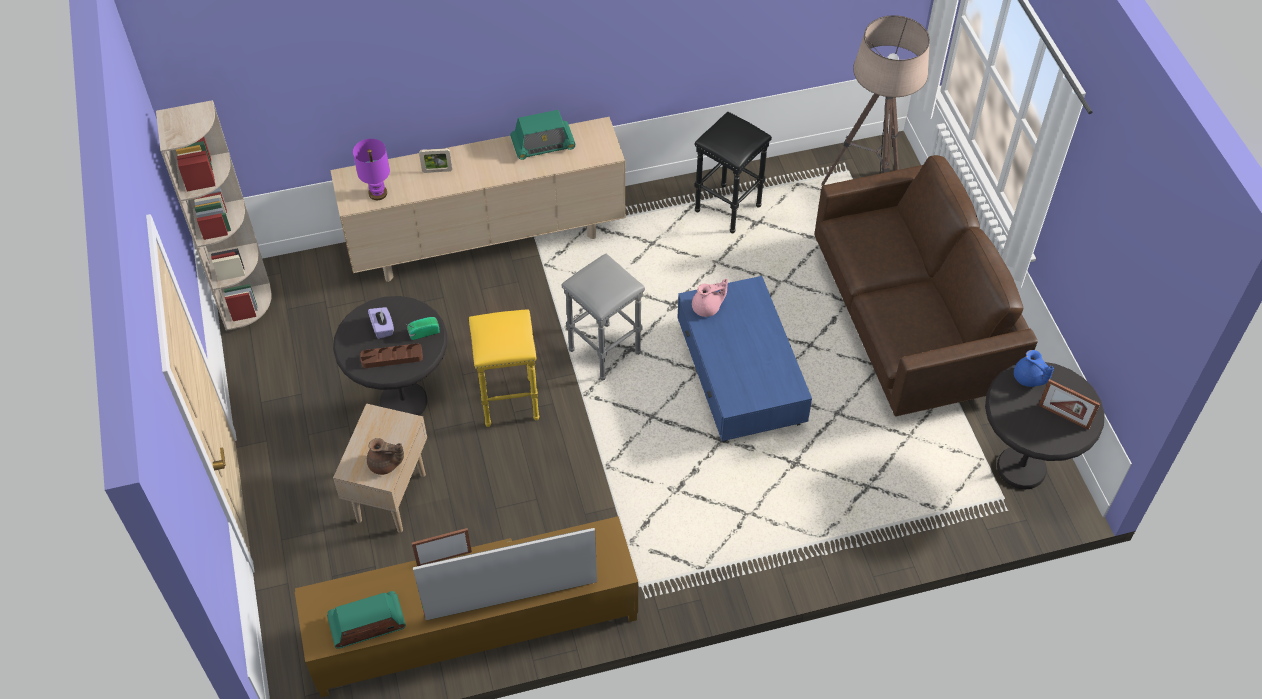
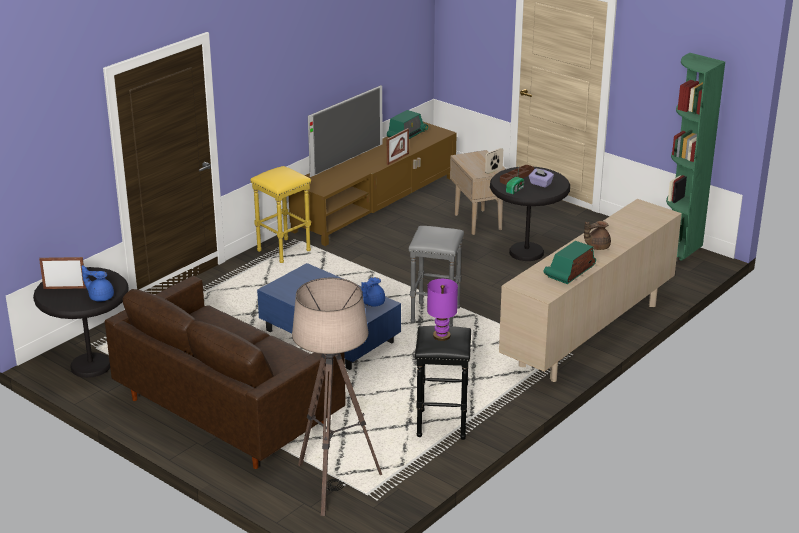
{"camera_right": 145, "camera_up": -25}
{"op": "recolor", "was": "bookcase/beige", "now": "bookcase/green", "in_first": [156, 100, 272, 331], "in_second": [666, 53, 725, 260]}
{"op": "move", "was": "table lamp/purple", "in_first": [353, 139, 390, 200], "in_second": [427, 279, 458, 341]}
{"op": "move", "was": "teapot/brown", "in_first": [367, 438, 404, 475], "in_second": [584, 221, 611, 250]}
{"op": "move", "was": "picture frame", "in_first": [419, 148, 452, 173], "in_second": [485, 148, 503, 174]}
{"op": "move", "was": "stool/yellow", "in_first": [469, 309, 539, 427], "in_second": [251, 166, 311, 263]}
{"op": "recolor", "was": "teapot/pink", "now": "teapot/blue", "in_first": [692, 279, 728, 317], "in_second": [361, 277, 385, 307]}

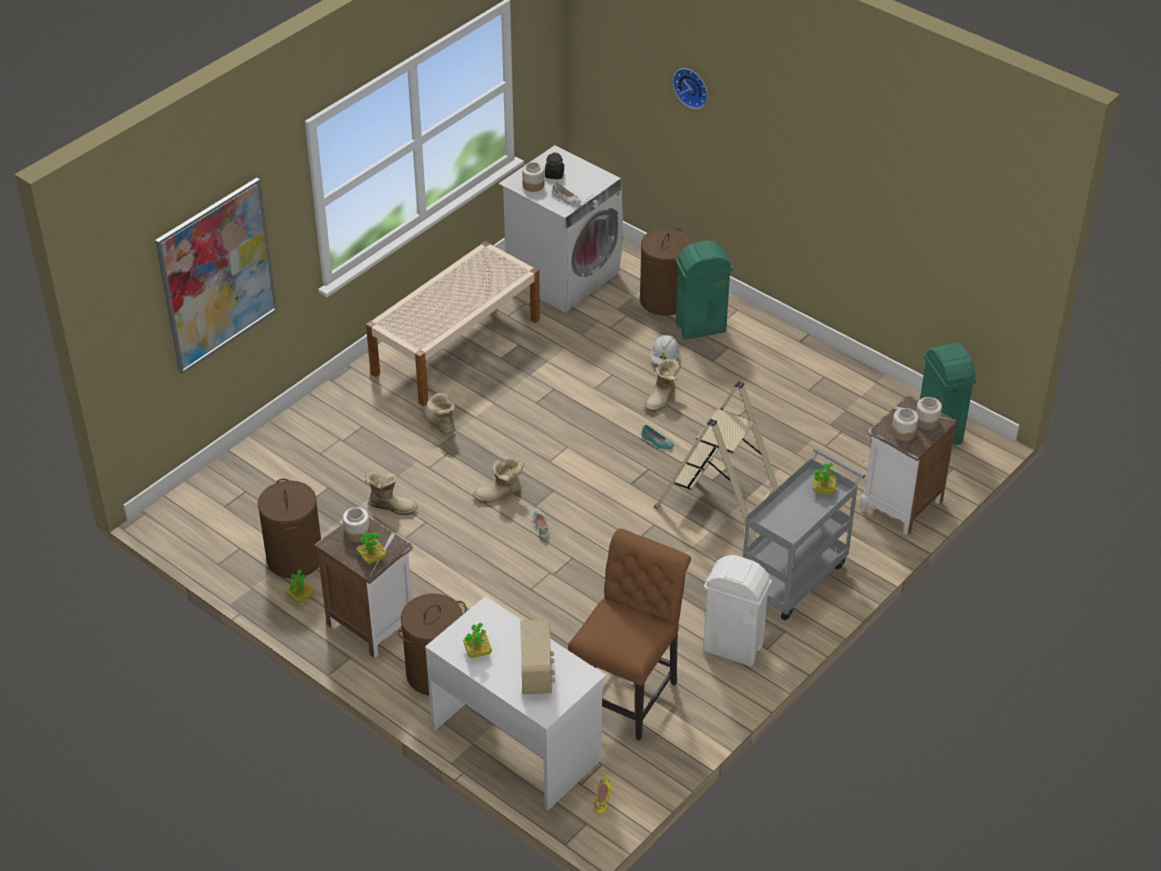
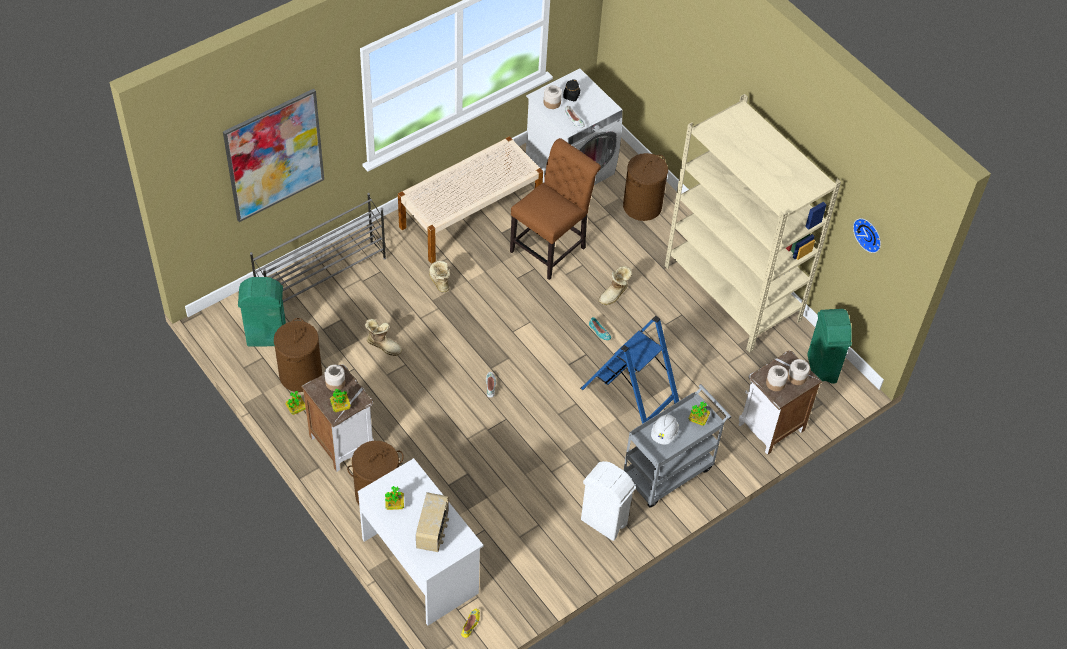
{"camera_right": 10, "camera_up": 10}
{"op": "delete", "was": "boot", "in_first": [473, 457, 524, 503]}
{"op": "move", "was": "chair/brown", "in_first": [568, 529, 691, 741], "in_second": [510, 138, 601, 280]}
{"op": "move", "was": "hard hat/white", "in_first": [651, 335, 680, 365], "in_second": [651, 414, 679, 445]}
{"op": "recolor", "was": "step ladder/beige", "now": "step ladder/blue", "in_first": [654, 381, 778, 542], "in_second": [580, 316, 679, 424]}
{"op": "move", "was": "wall clock", "in_first": [673, 68, 708, 109], "in_second": [853, 218, 881, 253]}
{"op": "move", "was": "trash can/green", "in_first": [676, 240, 733, 339], "in_second": [238, 277, 286, 347]}
{"op": "insert", "now": "shoe rack/grey", "in_second": [250, 193, 386, 303]}
{"op": "insert", "now": "bookcase/beige", "in_second": [665, 94, 841, 353]}

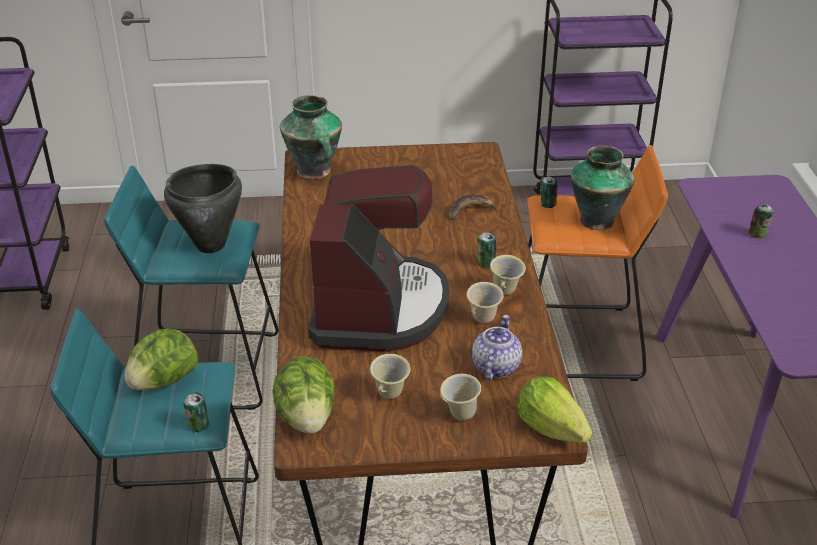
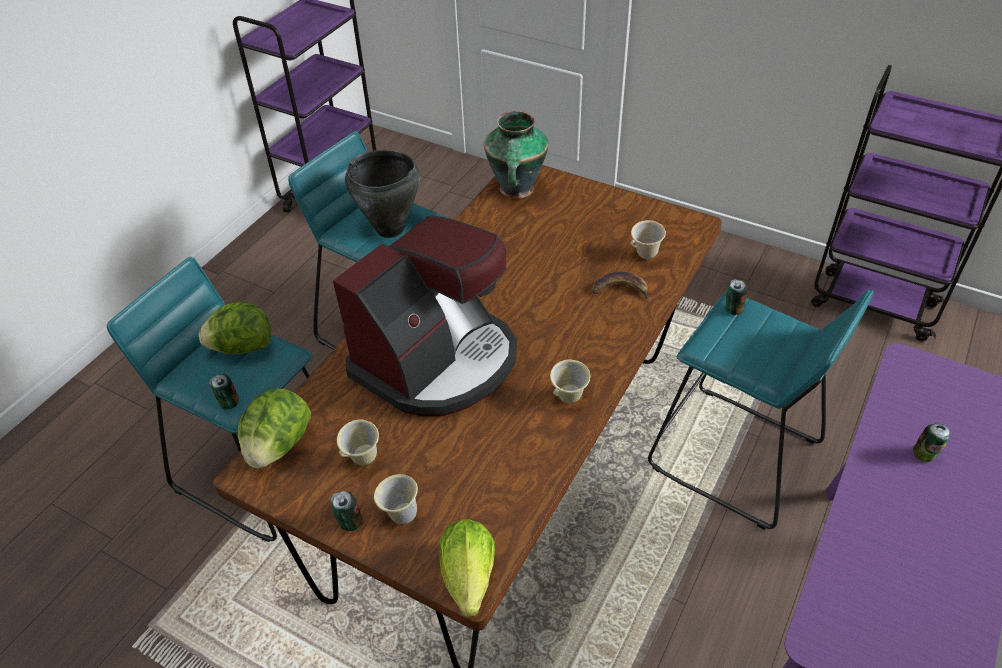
{"camera_right": 35, "camera_up": 10}
{"op": "move", "was": "mug/beige", "in_first": [466, 282, 504, 323], "in_second": [630, 220, 666, 259]}
{"op": "delete", "was": "teapot", "in_first": [472, 315, 522, 381]}
{"op": "move", "was": "can", "in_first": [478, 232, 496, 268], "in_second": [330, 491, 362, 531]}
{"op": "recolor", "was": "stool/orange", "now": "stool/turquoise", "in_first": [527, 145, 668, 381], "in_second": [648, 290, 874, 530]}
{"op": "delete", "was": "vase", "in_first": [571, 146, 634, 230]}

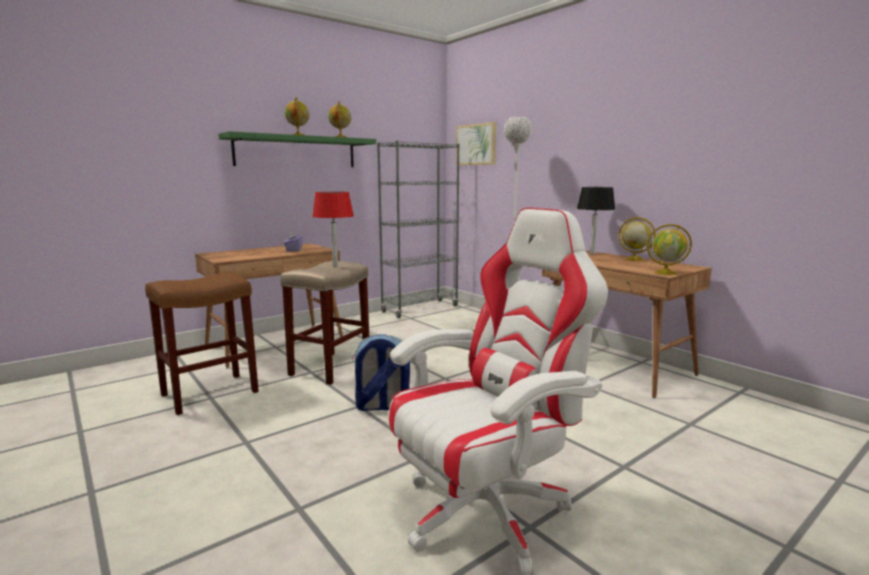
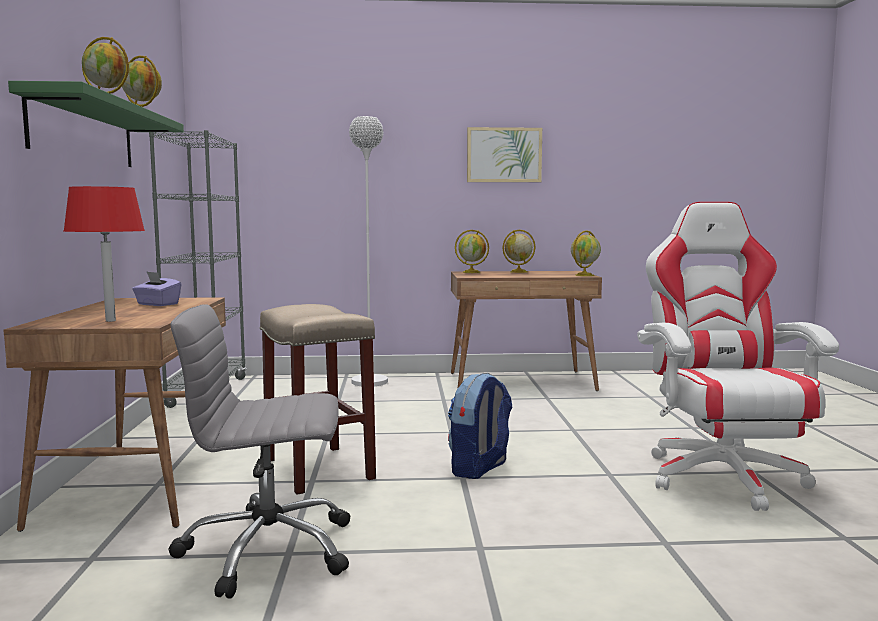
{"camera_right": -55, "camera_up": -5}
{"op": "replace", "was": "stool/brown", "now": "office chair/grey", "in_first": [145, 273, 259, 415], "in_second": [168, 304, 351, 598]}
{"op": "move", "was": "table lamp/red", "in_first": [312, 192, 354, 266], "in_second": [63, 186, 145, 322]}
{"op": "move", "was": "picture", "in_first": [456, 122, 496, 165], "in_second": [467, 127, 542, 182]}
{"op": "replace", "was": "table lamp/black", "now": "globe", "in_first": [577, 187, 615, 255], "in_second": [455, 230, 489, 273]}

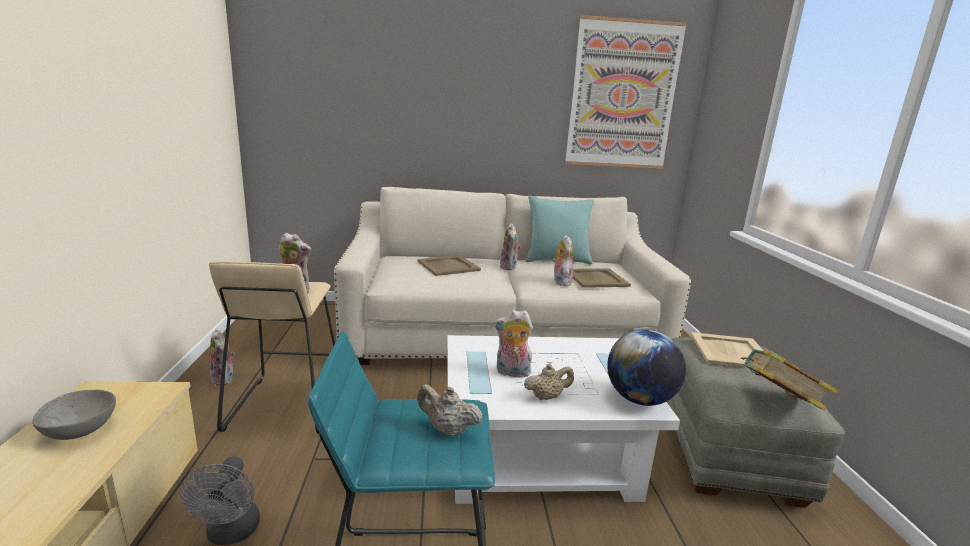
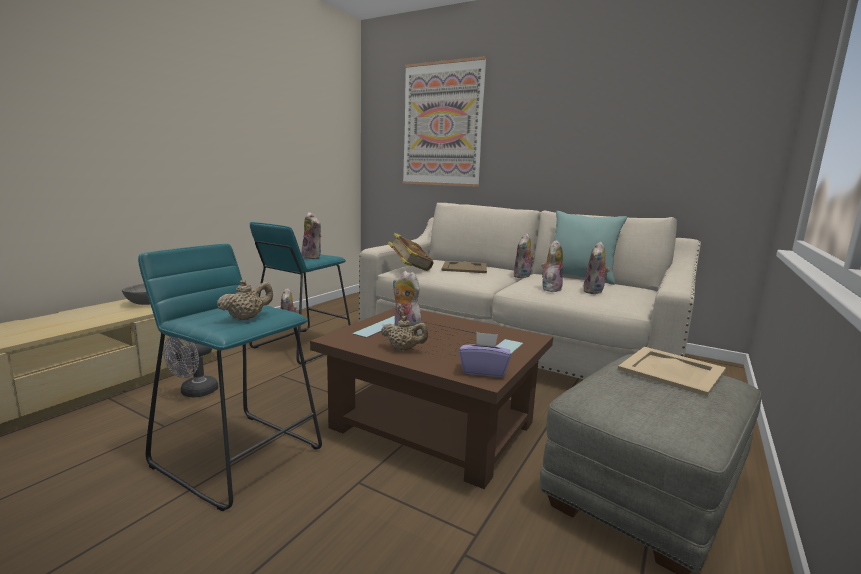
{"camera_right": 35, "camera_up": -5}
{"op": "recolor", "was": "stool/beige", "now": "stool/turquoise", "in_first": [209, 261, 335, 434], "in_second": [249, 222, 351, 365]}
{"op": "rotate", "was": "teapot/beige", "in_first": [417, 384, 483, 437], "in_second": [217, 280, 273, 321], "clockwise": 75}
{"op": "recolor", "was": "coffee table/white", "now": "coffee table/brown", "in_first": [447, 335, 680, 504], "in_second": [310, 308, 553, 489]}
{"op": "move", "was": "picture", "in_first": [565, 15, 687, 169], "in_second": [403, 56, 487, 187]}
{"op": "replace", "was": "tray/beige", "now": "plush toy", "in_first": [573, 268, 631, 288], "in_second": [583, 241, 610, 294]}
{"op": "replace", "was": "globe", "now": "tissue box/purple", "in_first": [607, 329, 686, 406], "in_second": [459, 332, 511, 377]}
{"op": "move", "was": "book", "in_first": [741, 349, 838, 410], "in_second": [388, 233, 434, 271]}

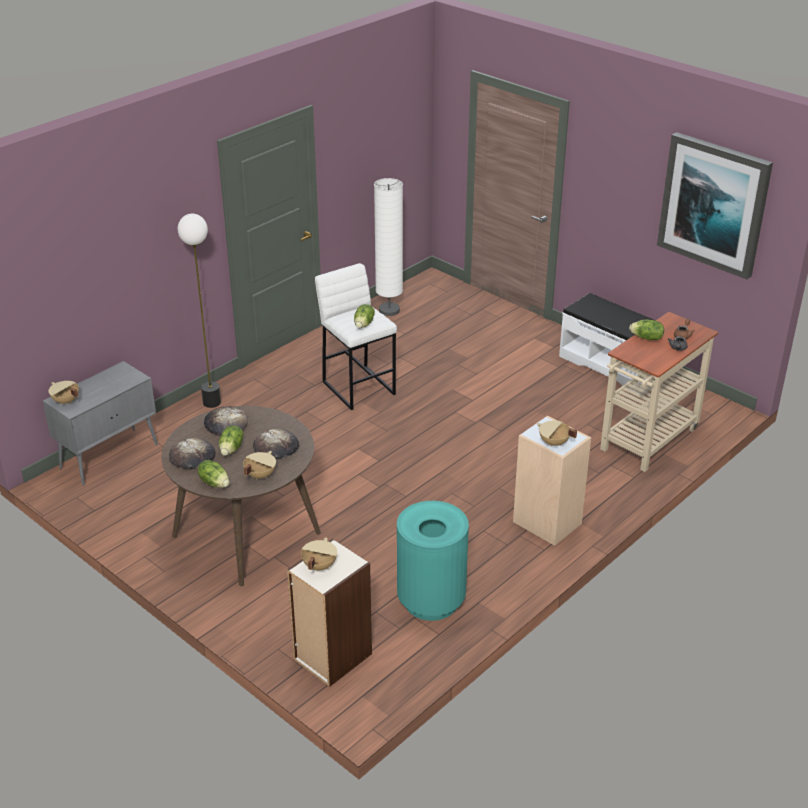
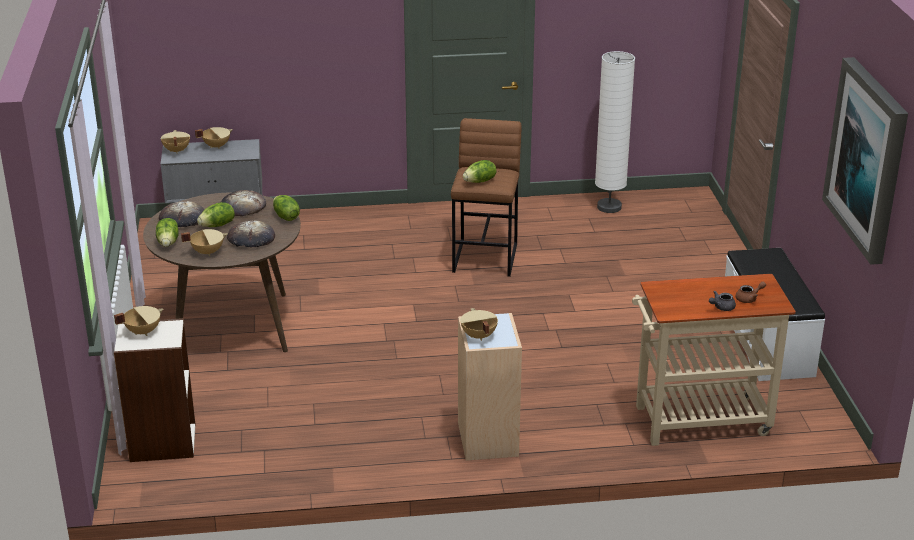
{"camera_right": 40, "camera_up": -5}
{"op": "delete", "was": "floor lamp", "in_first": [178, 214, 221, 408]}
{"op": "recolor", "was": "stool/white", "now": "stool/brown", "in_first": [315, 263, 397, 410], "in_second": [451, 118, 522, 277]}
{"op": "delete", "was": "trash can/turquoise", "in_first": [397, 501, 469, 621]}
{"op": "move", "was": "lettuce", "in_first": [629, 320, 664, 340], "in_second": [273, 195, 300, 221]}
{"op": "insert", "now": "cooking pot/beige", "in_second": [195, 127, 233, 149]}

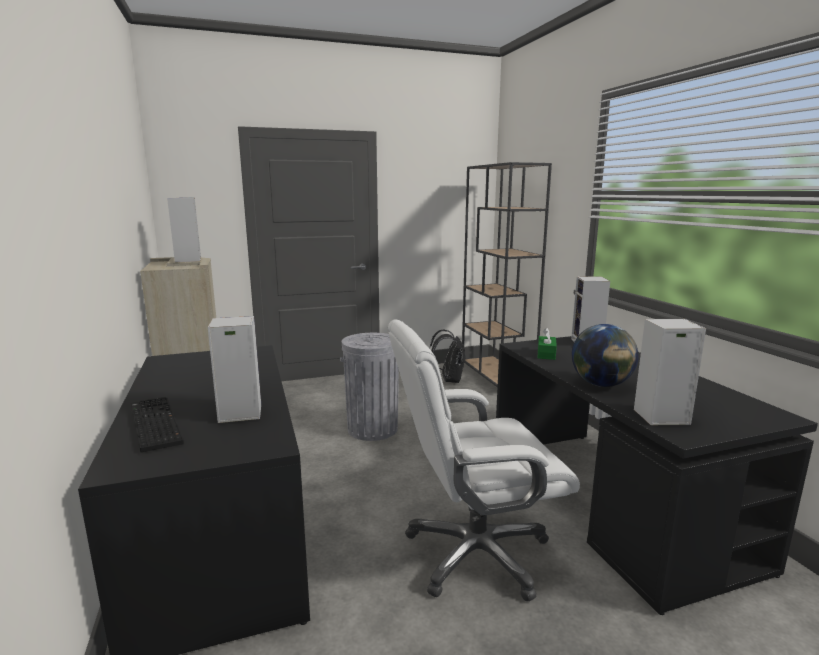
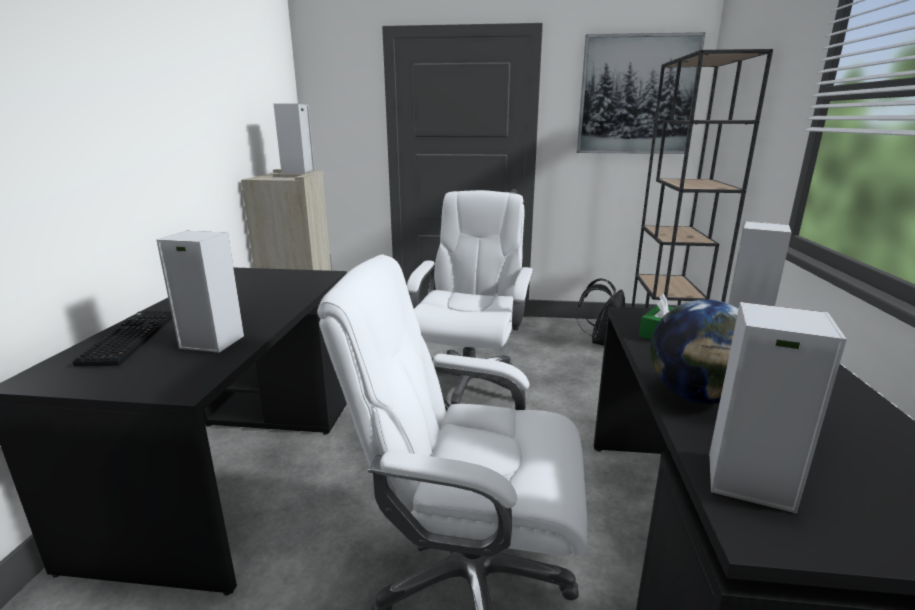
{"camera_right": 25, "camera_up": 5}
{"op": "replace", "was": "trash can/grey", "now": "office chair/white", "in_first": [340, 333, 399, 441], "in_second": [407, 190, 533, 405]}
{"op": "insert", "now": "picture", "in_second": [577, 32, 706, 154]}

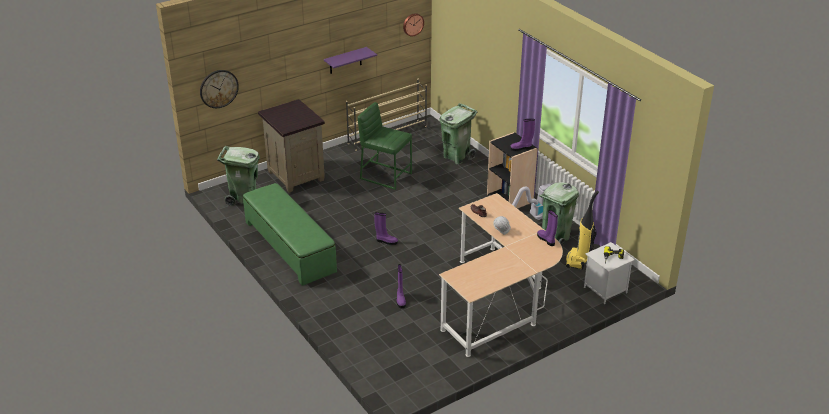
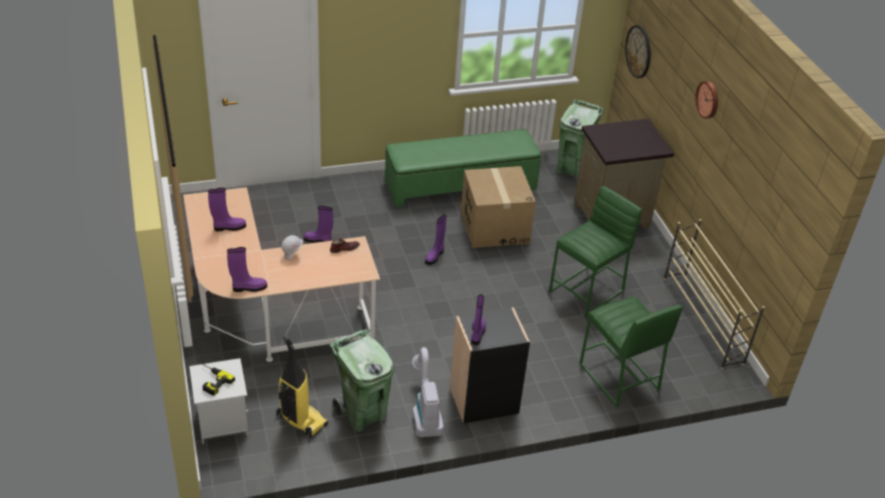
{"camera_right": 105, "camera_up": 5}
{"op": "delete", "was": "shelf/purple", "in_first": [324, 47, 377, 74]}
{"op": "move", "was": "wall clock", "in_first": [403, 13, 424, 36], "in_second": [696, 81, 718, 119]}
{"op": "replace", "was": "trash can/green", "now": "stool/green", "in_first": [439, 103, 477, 165], "in_second": [579, 296, 683, 407]}
{"op": "insert", "now": "boot/purple", "in_second": [208, 188, 246, 231]}
{"op": "insert", "now": "cardboard box", "in_second": [461, 166, 536, 248]}

